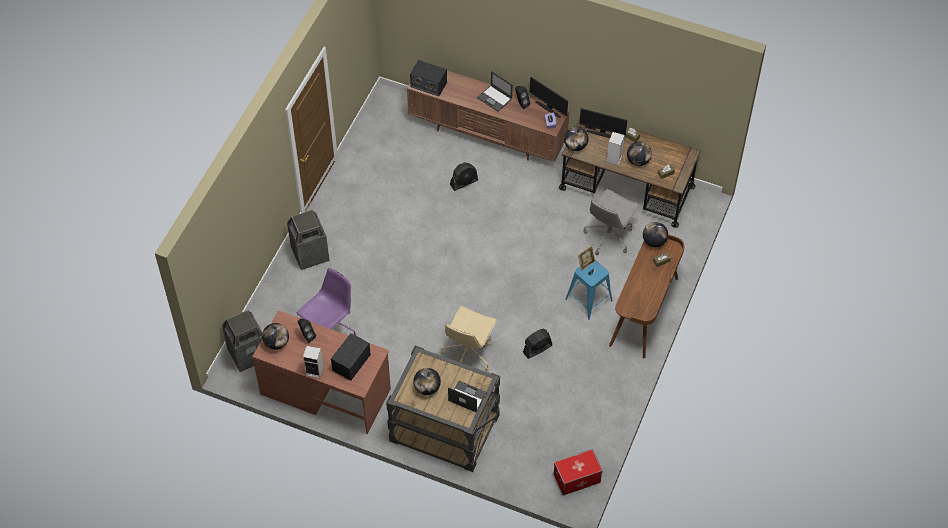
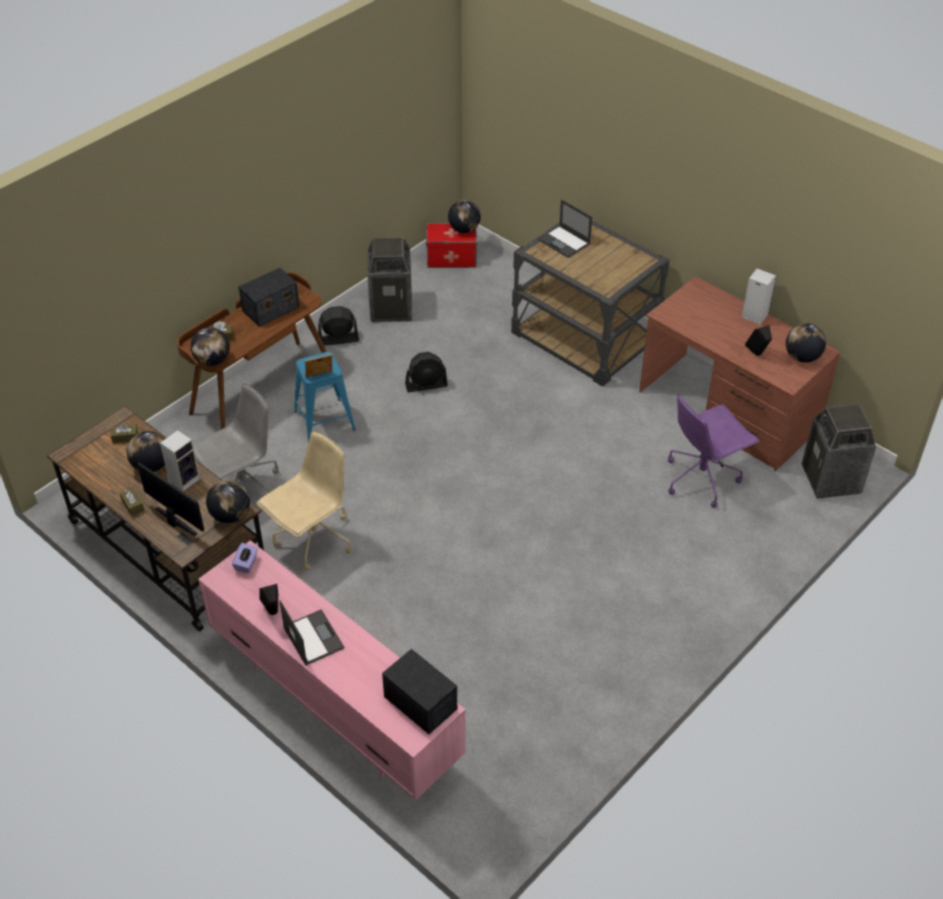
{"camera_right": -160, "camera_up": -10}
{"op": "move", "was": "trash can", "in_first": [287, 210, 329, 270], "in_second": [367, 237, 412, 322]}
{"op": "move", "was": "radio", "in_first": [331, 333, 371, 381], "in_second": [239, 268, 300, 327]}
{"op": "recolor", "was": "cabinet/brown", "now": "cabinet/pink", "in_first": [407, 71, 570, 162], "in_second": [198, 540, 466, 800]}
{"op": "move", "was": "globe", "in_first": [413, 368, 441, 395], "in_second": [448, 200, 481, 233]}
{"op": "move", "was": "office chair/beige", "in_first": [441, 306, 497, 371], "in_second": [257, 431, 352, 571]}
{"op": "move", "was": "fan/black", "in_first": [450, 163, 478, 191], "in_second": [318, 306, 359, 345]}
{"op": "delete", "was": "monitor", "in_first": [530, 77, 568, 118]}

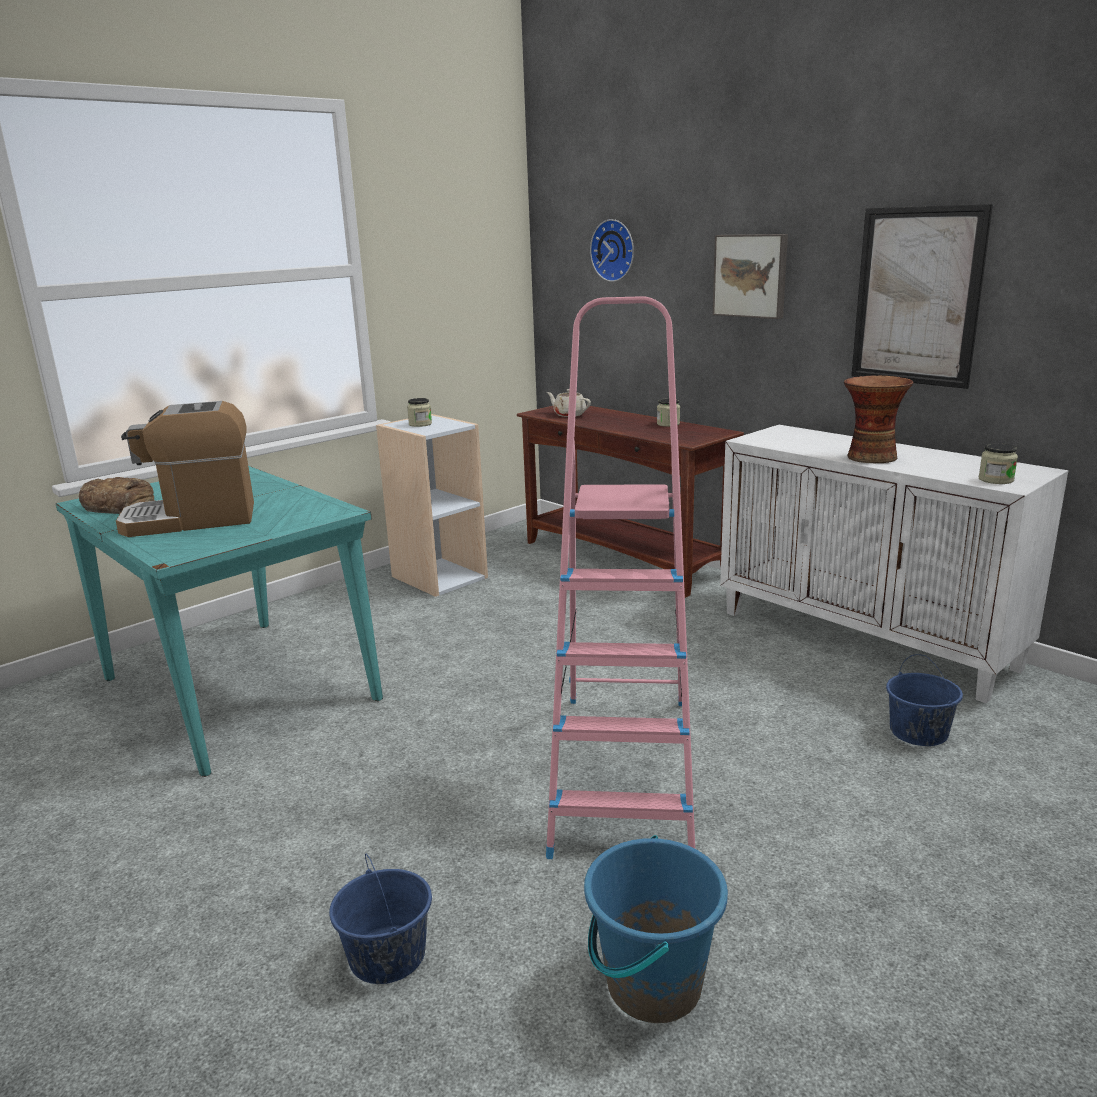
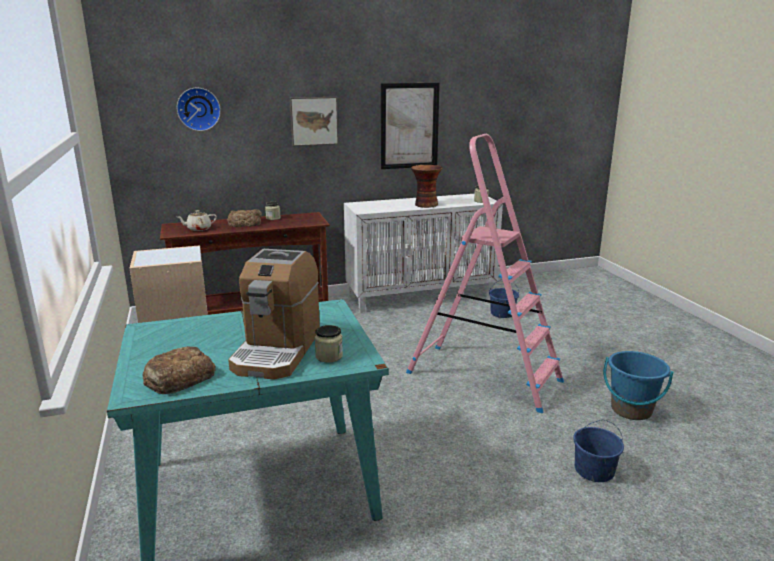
{"camera_right": -65, "camera_up": 0}
{"op": "move", "was": "jar", "in_first": [407, 398, 432, 427], "in_second": [315, 325, 343, 363]}
{"op": "insert", "now": "bread", "in_second": [227, 209, 262, 227]}

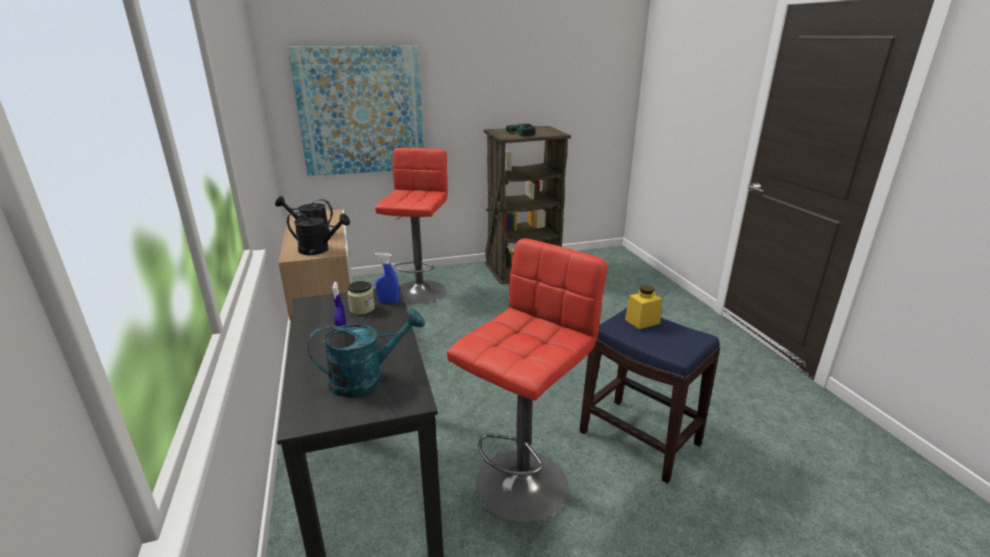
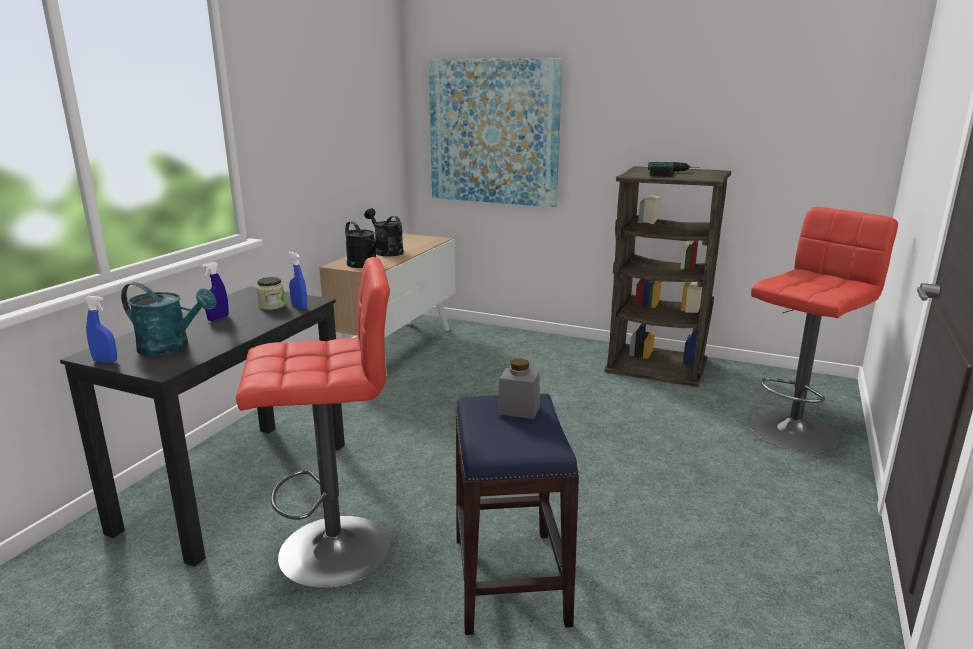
{"camera_right": 40, "camera_up": -5}
{"op": "move", "was": "stool/red", "in_first": [375, 148, 448, 304], "in_second": [750, 207, 898, 453]}
{"op": "recolor", "was": "jar/yellow", "now": "jar/grey", "in_first": [625, 285, 662, 329], "in_second": [497, 358, 540, 419]}
{"op": "insert", "now": "spray bottle/blue", "in_second": [84, 296, 117, 363]}

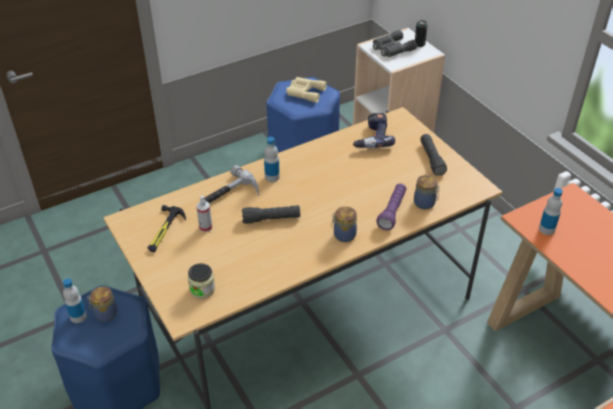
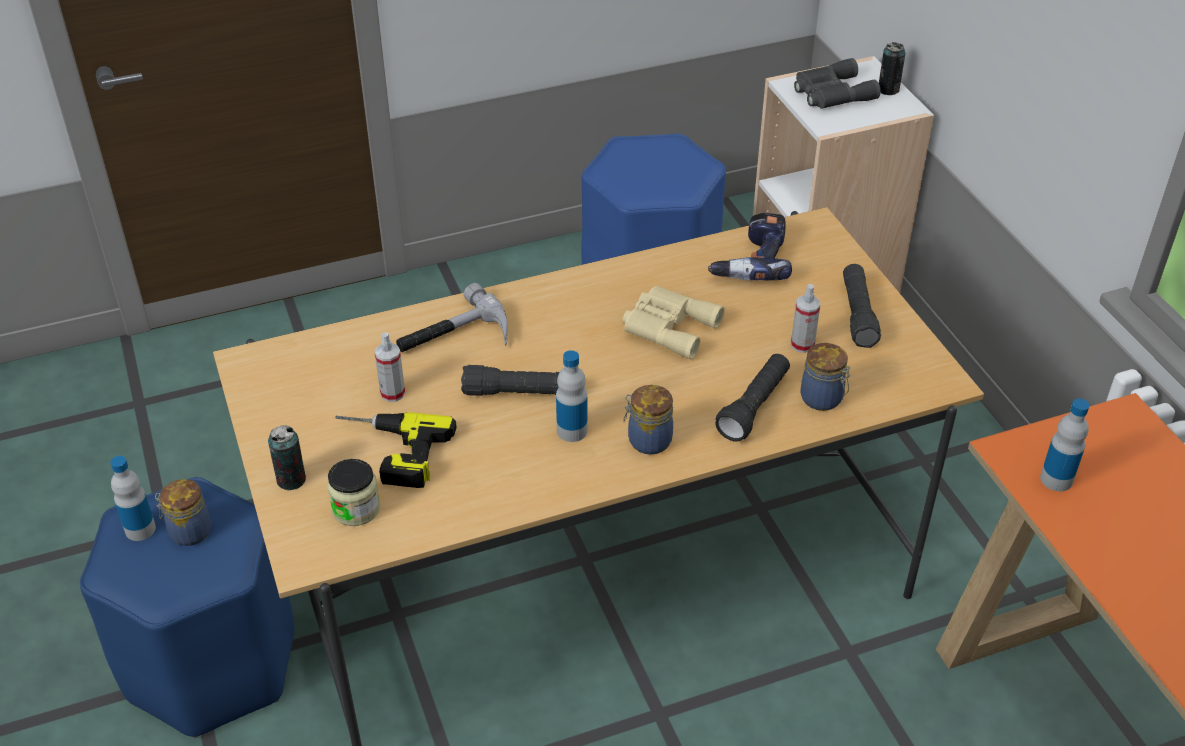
{"camera_right": 10, "camera_up": 0}
{"op": "delete", "was": "hammer", "in_first": [147, 205, 186, 252]}
{"op": "move", "was": "bottle", "in_first": [264, 137, 280, 182], "in_second": [556, 350, 587, 442]}
{"op": "move", "was": "binoculars/beige", "in_first": [286, 77, 327, 103], "in_second": [623, 286, 725, 359]}
{"op": "recolor", "was": "flashlight/purple", "now": "flashlight/black", "in_first": [376, 184, 406, 230], "in_second": [715, 354, 790, 442]}
{"op": "insert", "now": "can", "in_second": [268, 425, 306, 490]}
{"op": "insert", "now": "power drill", "in_second": [335, 412, 457, 488]}
{"op": "insert", "now": "spray bottle", "in_second": [791, 284, 820, 353]}

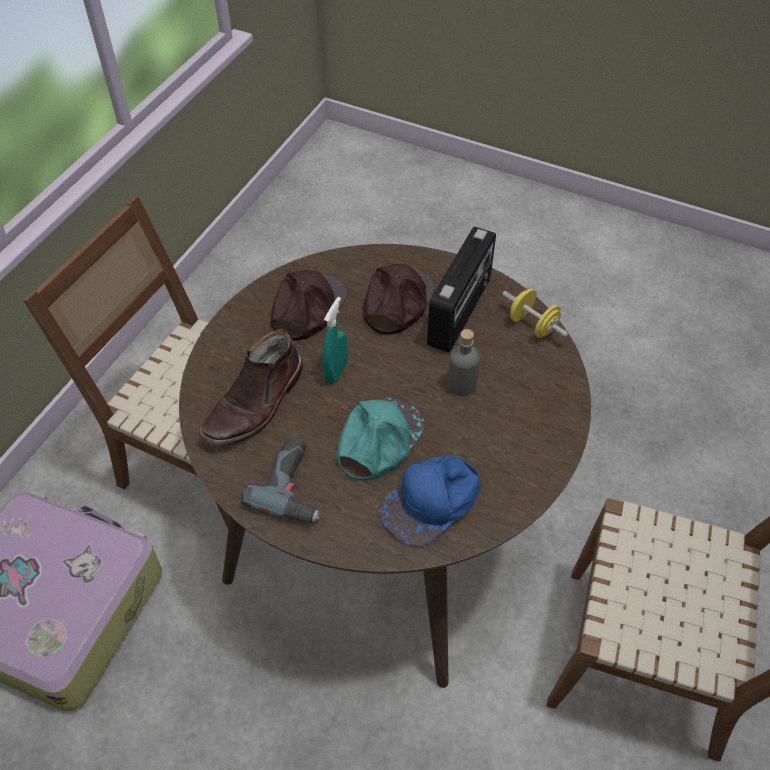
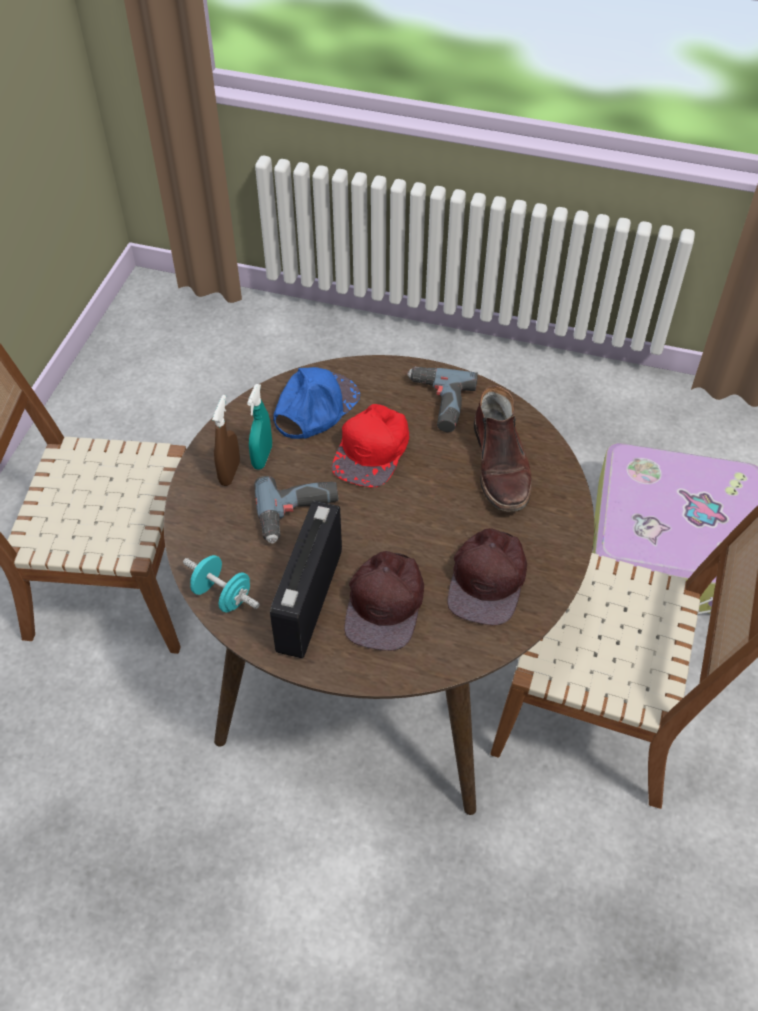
{"camera_right": 170, "camera_up": 0}
{"op": "rotate", "was": "boot/brown", "in_first": [199, 329, 303, 446], "in_second": [474, 385, 532, 512], "clockwise": 150}
{"op": "move", "was": "spray bottle/turquoise", "in_first": [322, 297, 348, 384], "in_second": [247, 384, 272, 470]}
{"op": "recolor", "was": "cap/turquoise", "now": "cap/red", "in_first": [336, 398, 424, 481], "in_second": [332, 404, 409, 487]}
{"op": "replace", "was": "bottle/grey", "now": "power drill", "in_first": [448, 329, 480, 396], "in_second": [254, 476, 338, 544]}
{"op": "recolor", "was": "dumbbell/yellow", "now": "dumbbell/turquoise", "in_first": [502, 289, 569, 338], "in_second": [183, 555, 260, 612]}
{"op": "insert", "now": "spray bottle/brown", "in_second": [212, 395, 240, 486]}

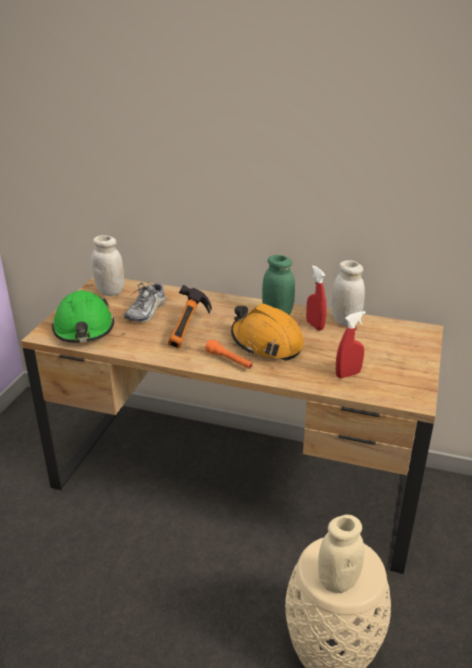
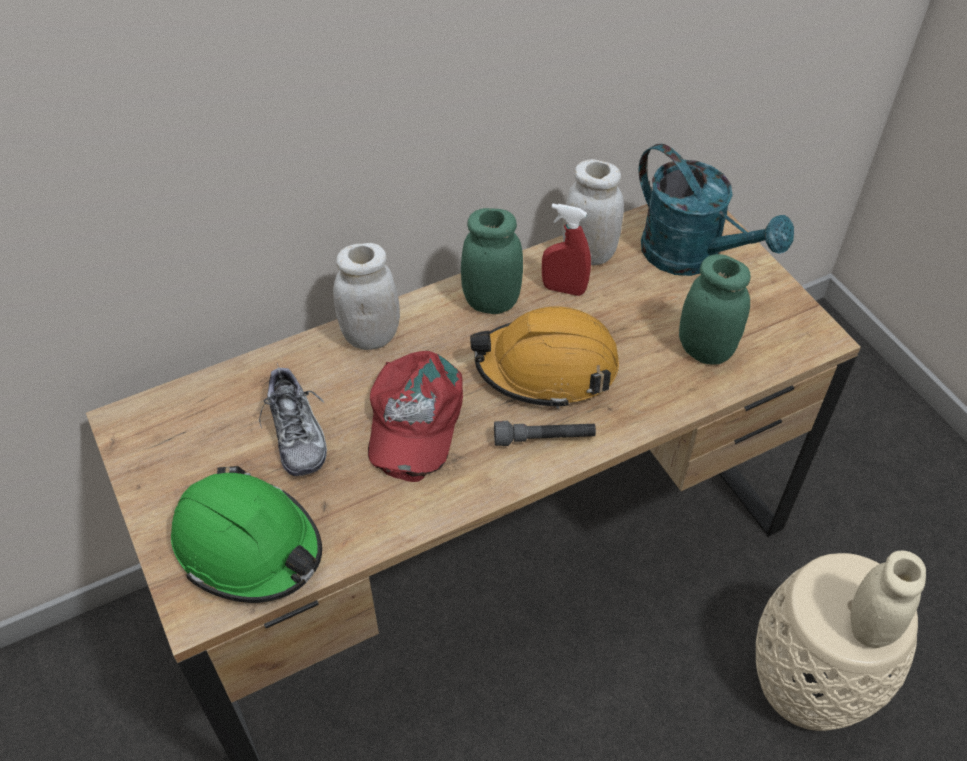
{"camera_right": -45, "camera_up": 20}
{"op": "move", "was": "jar/white", "in_first": [92, 235, 124, 296], "in_second": [333, 243, 400, 350]}
{"op": "replace", "was": "hammer", "now": "cap/red", "in_first": [168, 285, 212, 348], "in_second": [368, 351, 463, 482]}
{"op": "recolor", "was": "flashlight/orange", "now": "flashlight/grey", "in_first": [205, 339, 253, 369], "in_second": [494, 421, 596, 446]}
{"op": "replace", "was": "spray bottle/red", "now": "jar/green", "in_first": [336, 311, 366, 378], "in_second": [679, 254, 751, 365]}
{"op": "insert", "now": "watering can/turquoise", "in_second": [638, 144, 794, 276]}

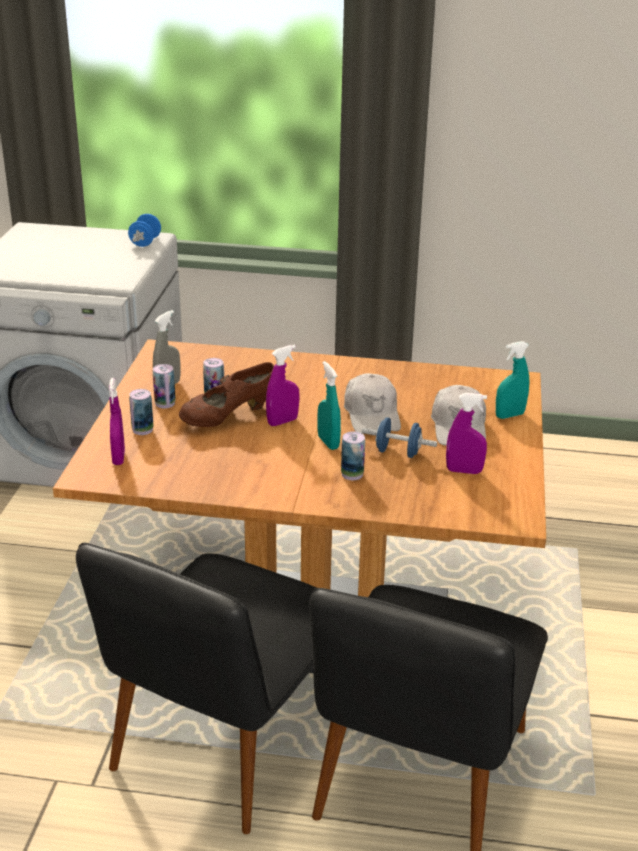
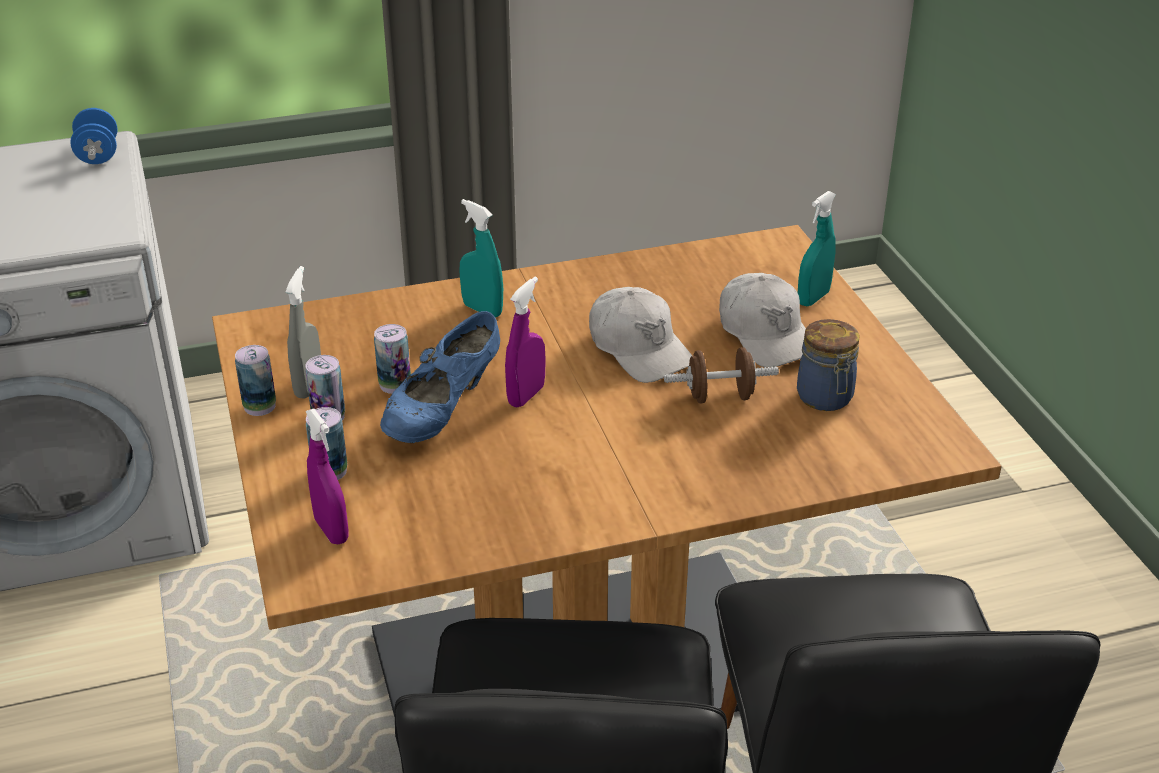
{"camera_right": -25, "camera_up": 5}
{"op": "recolor", "was": "shoe/brown", "now": "shoe/blue", "in_first": [179, 362, 274, 427], "in_second": [380, 311, 500, 443]}
{"op": "move", "was": "spray bottle/turquoise", "in_first": [318, 361, 341, 450], "in_second": [459, 199, 503, 318]}
{"op": "move", "was": "can", "in_first": [341, 431, 365, 480], "in_second": [235, 345, 276, 416]}
{"op": "recolor", "was": "dumbbell/blue", "now": "dumbbell/brown", "in_first": [362, 418, 437, 458], "in_second": [664, 347, 779, 404]}
{"op": "replace", "was": "spray bottle/purple", "now": "jar", "in_first": [446, 393, 487, 474], "in_second": [797, 319, 860, 411]}

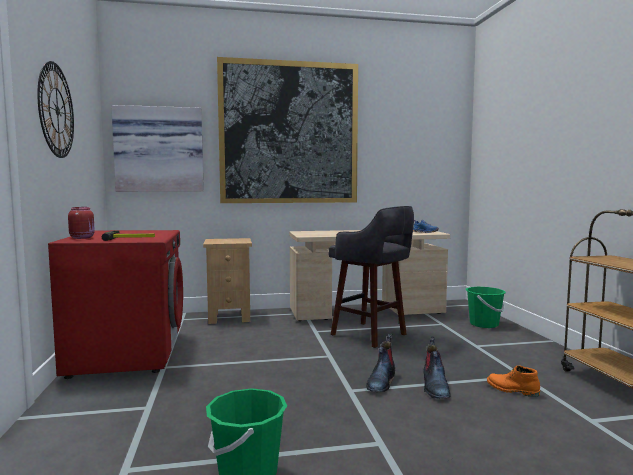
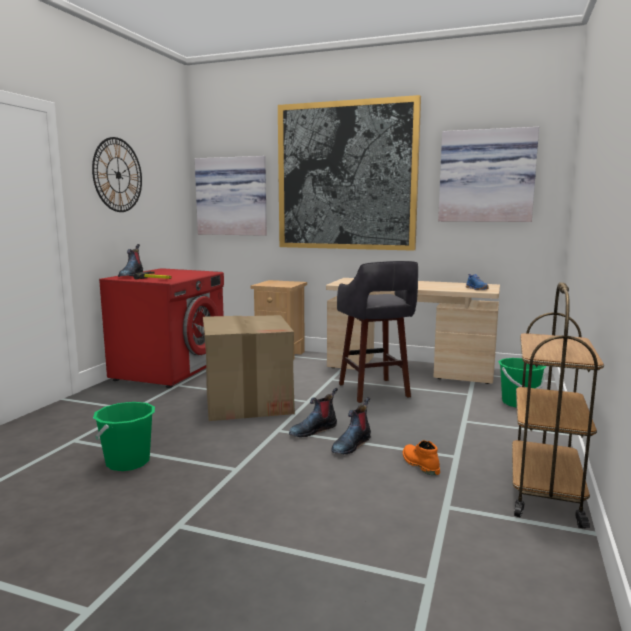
{"camera_right": 30, "camera_up": 5}
{"op": "replace", "was": "jar/red", "now": "boot", "in_first": [68, 207, 95, 239], "in_second": [118, 244, 143, 277]}
{"op": "insert", "now": "cardboard box", "in_second": [203, 315, 295, 421]}
{"op": "insert", "now": "picture", "in_second": [438, 127, 539, 222]}

